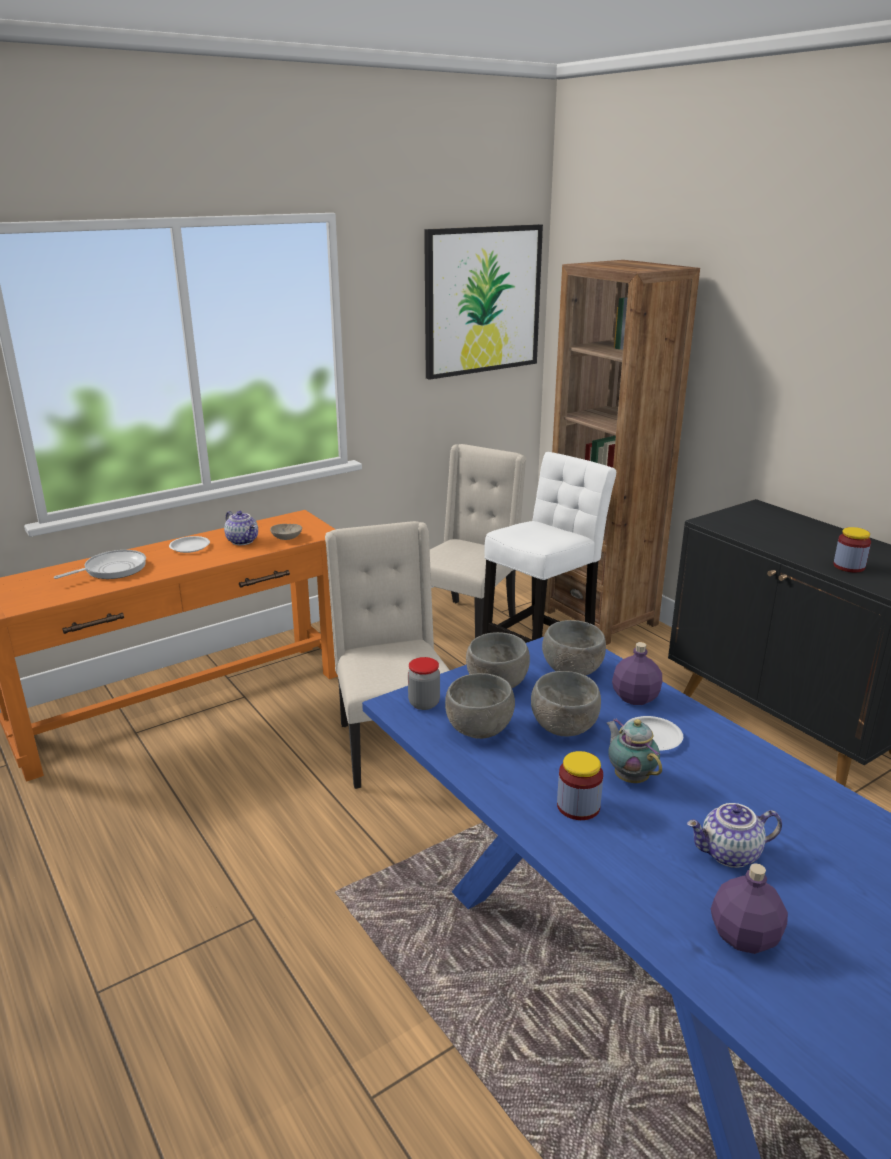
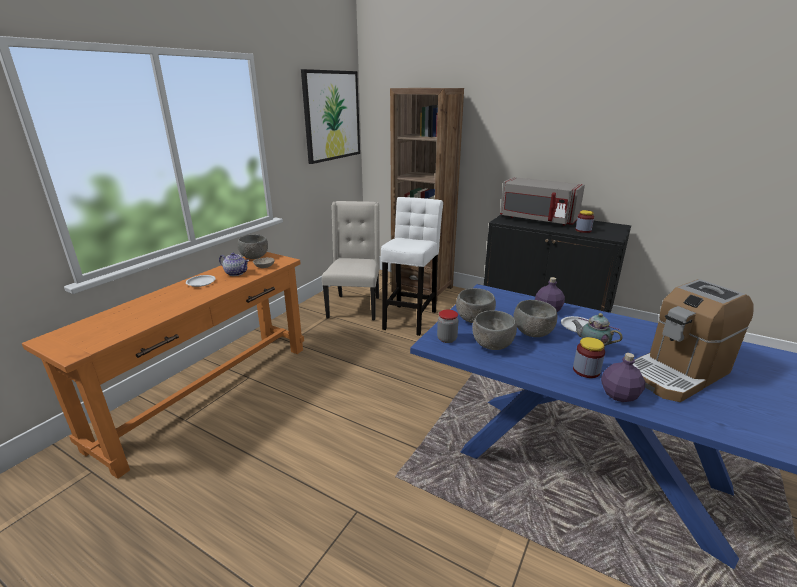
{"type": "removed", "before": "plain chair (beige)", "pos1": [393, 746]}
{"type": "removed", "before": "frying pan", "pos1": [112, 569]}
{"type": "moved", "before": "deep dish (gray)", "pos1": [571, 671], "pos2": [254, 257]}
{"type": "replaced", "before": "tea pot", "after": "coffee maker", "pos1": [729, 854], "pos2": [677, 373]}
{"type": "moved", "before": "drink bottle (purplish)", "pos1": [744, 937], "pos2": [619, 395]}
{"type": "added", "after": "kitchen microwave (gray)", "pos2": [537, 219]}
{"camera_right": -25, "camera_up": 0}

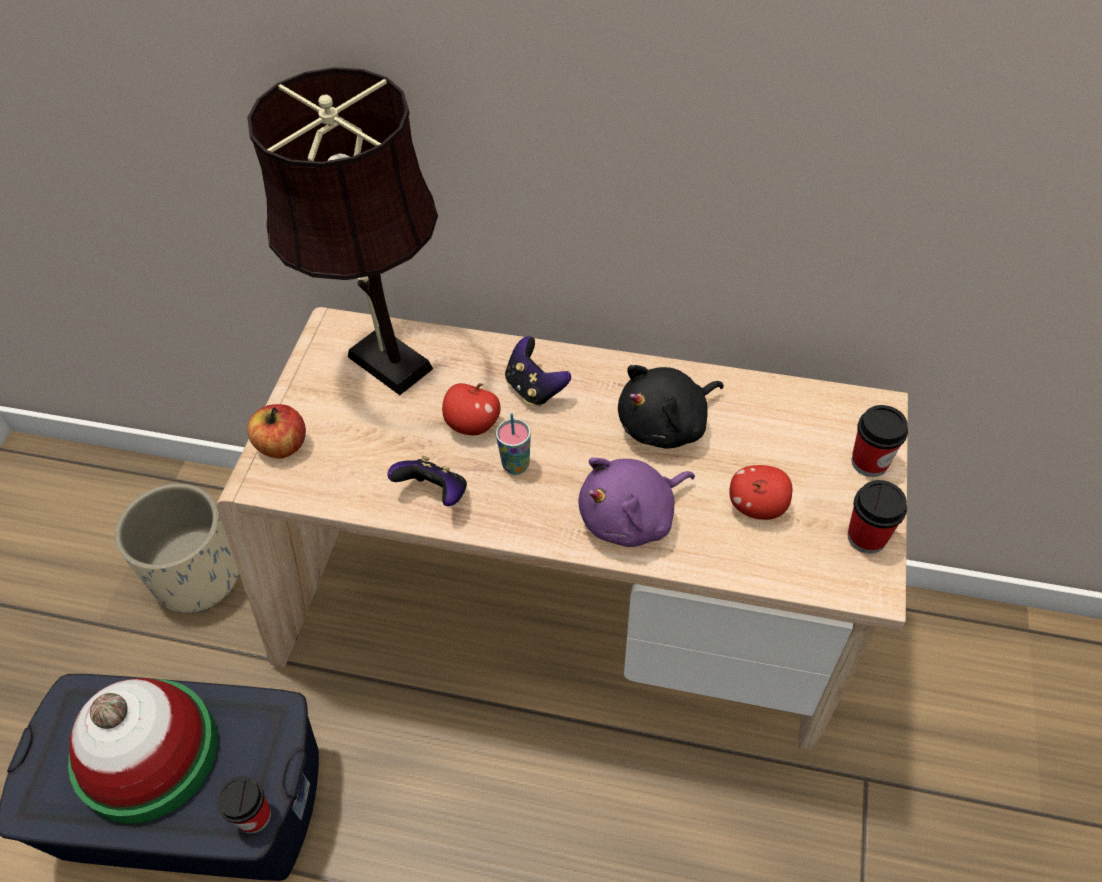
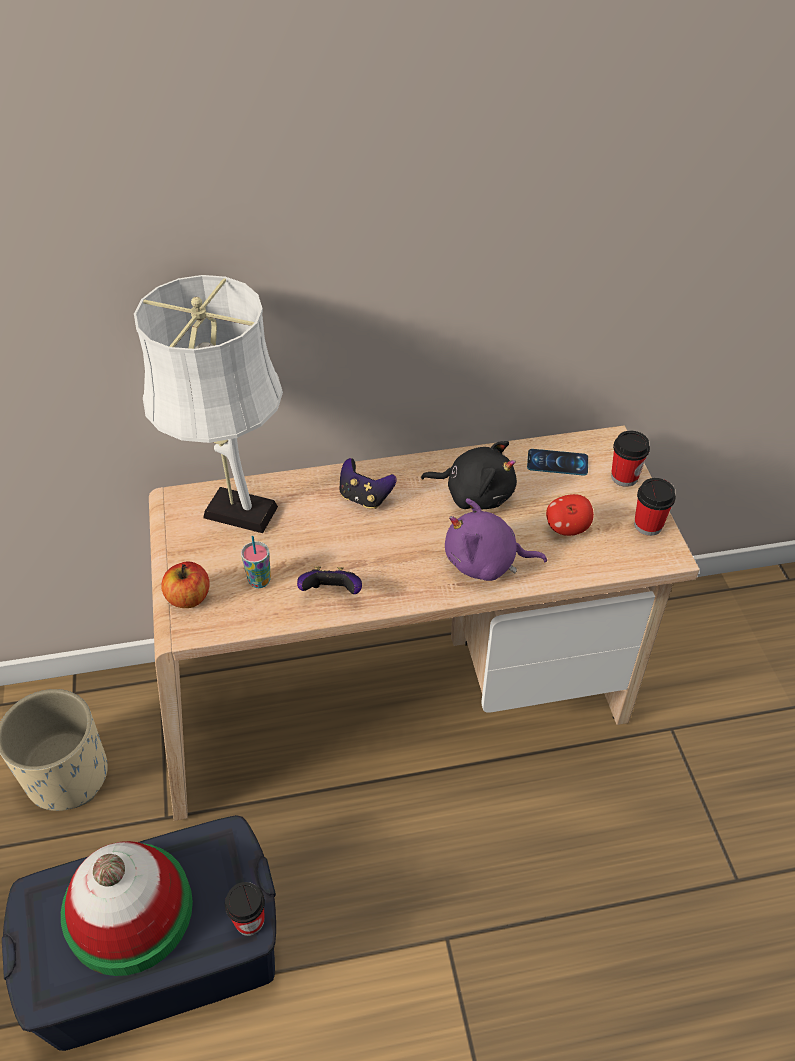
{"type": "recoloured", "before": "tabletop lamp (brownish)", "after": "tabletop lamp (white-coloured)", "pos1": [384, 358], "pos2": [234, 510]}
{"type": "turned", "before": "cuddly toy (blackish)", "pos1": [666, 424], "pos2": [475, 494], "turn": -105}
{"type": "removed", "before": "apple fruit", "pos1": [472, 425]}
{"type": "moved", "before": "cup", "pos1": [515, 465], "pos2": [259, 581]}
{"type": "turned", "before": "cuddly toy (purplish)", "pos1": [632, 517], "pos2": [486, 563], "turn": 60}
{"type": "added", "after": "phone", "pos2": [557, 463]}
{"camera_right": -25, "camera_up": -5}

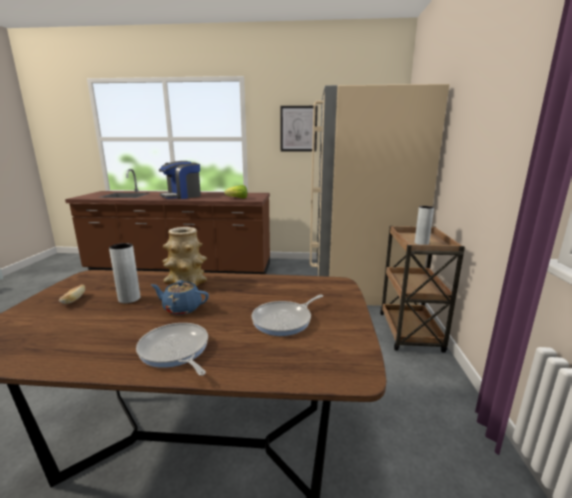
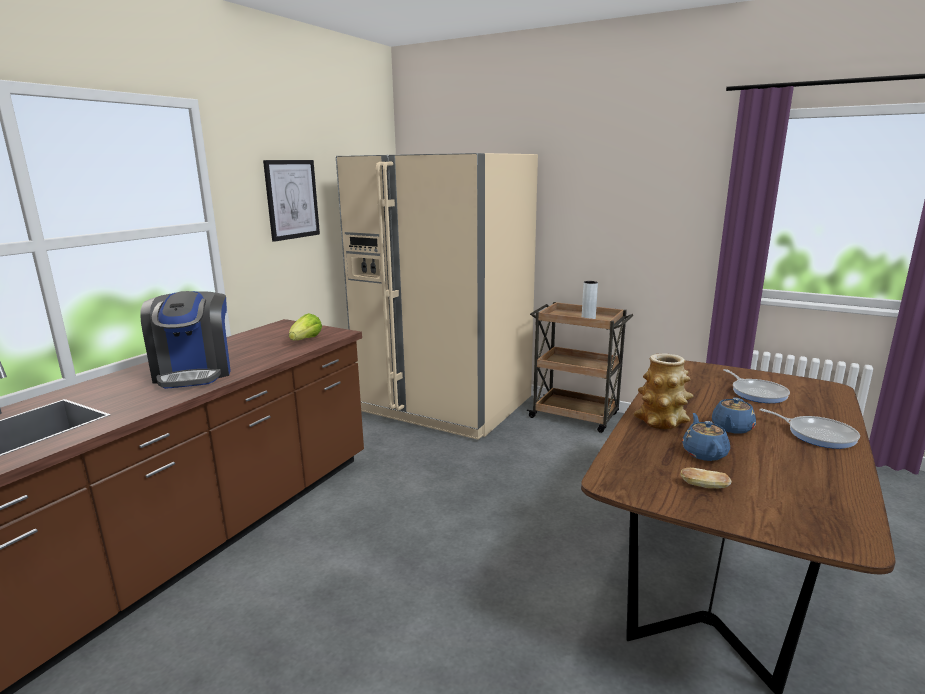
{"type": "replaced", "before": "decorative vase (gray)", "after": "tea pot (blue-coloured)", "pos1": [129, 299], "pos2": [704, 453]}
{"type": "turned", "before": "frying pan", "pos1": [175, 351], "pos2": [817, 434], "turn": -120}
{"camera_right": -65, "camera_up": 0}

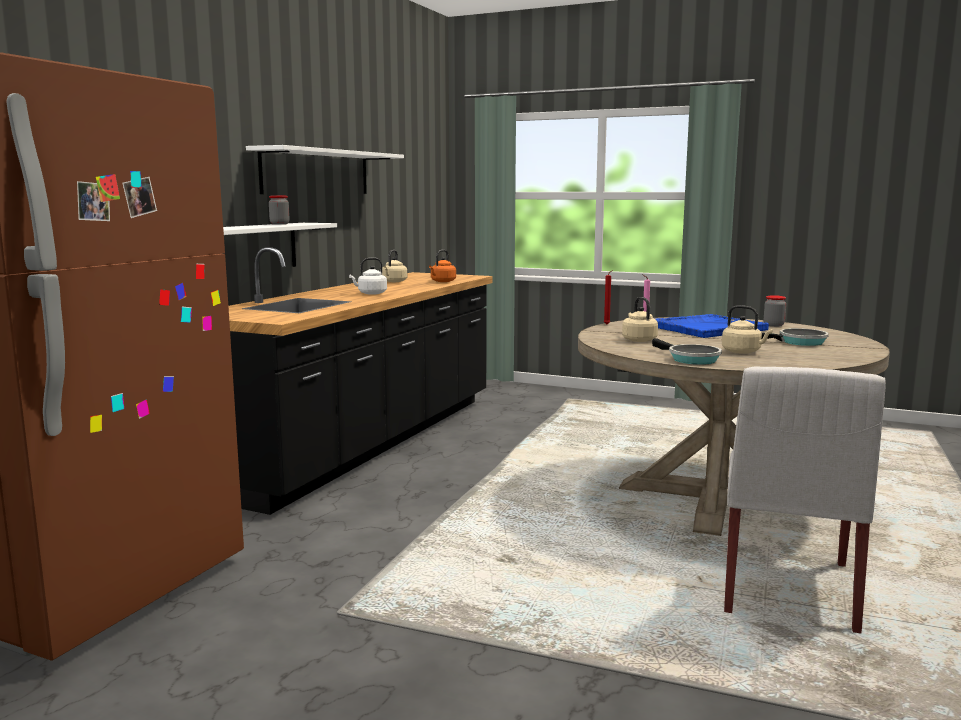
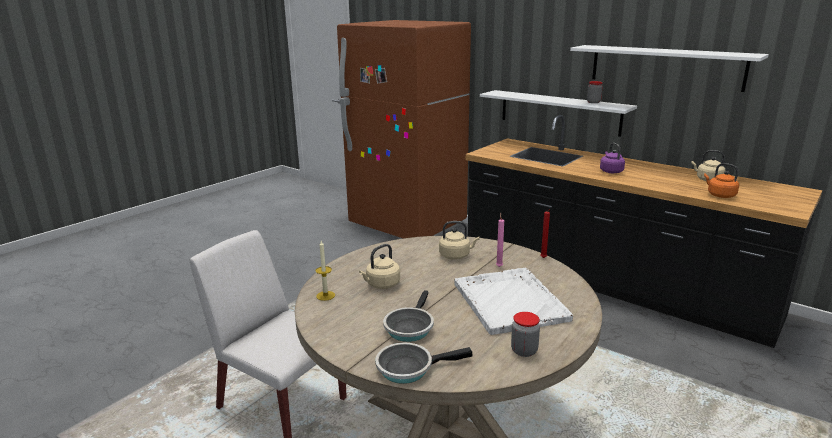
{"type": "recoloured", "before": "kettle (white-coloured)", "after": "kettle (purplish)", "pos1": [370, 293], "pos2": [610, 171]}
{"type": "recoloured", "before": "tray (blue-coloured)", "after": "tray (white-coloured)", "pos1": [707, 328], "pos2": [509, 301]}
{"type": "moved", "before": "frying pan", "pos1": [690, 359], "pos2": [409, 368]}
{"type": "added", "after": "wax candle", "pos2": [325, 295]}
{"camera_right": 105, "camera_up": 10}

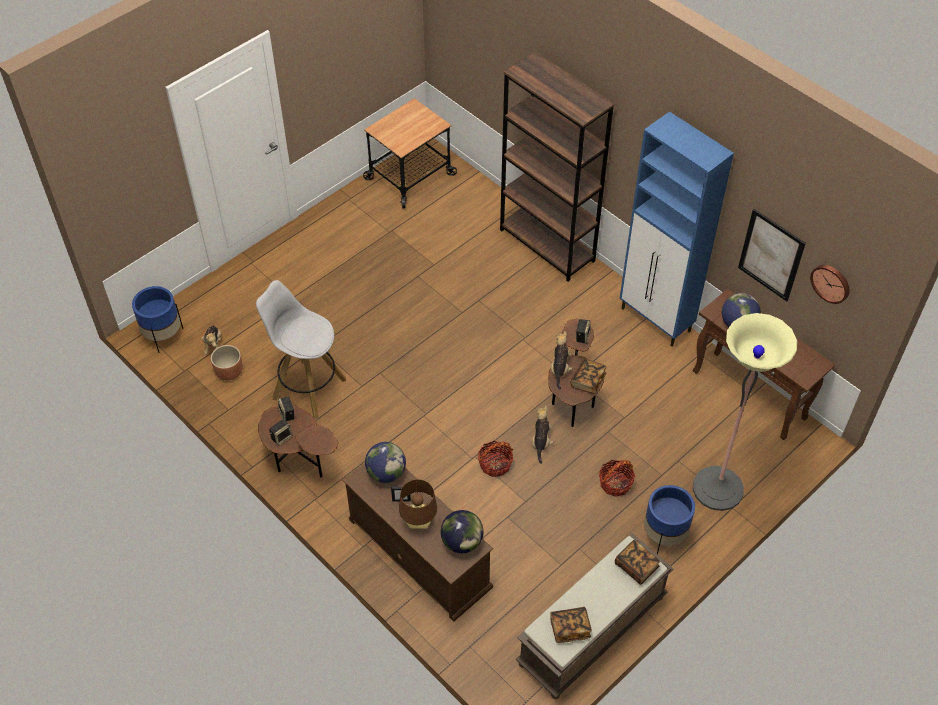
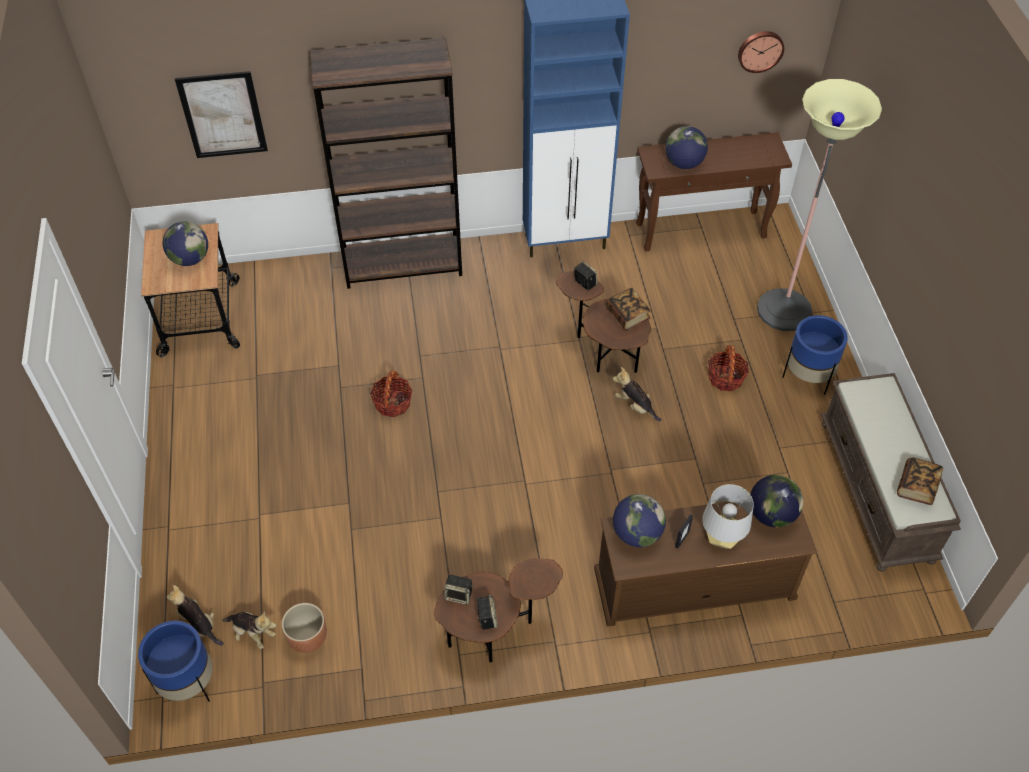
{"type": "moved", "before": "picture", "pos1": [771, 255], "pos2": [222, 115]}
{"type": "removed", "before": "sitting stool (white-coloured)", "pos1": [308, 388]}
{"type": "moved", "before": "cuddly toy", "pos1": [560, 368], "pos2": [199, 625]}
{"type": "moved", "before": "basket", "pos1": [495, 464], "pos2": [392, 403]}
{"type": "recoloured", "before": "tabletop lamp (brownish)", "after": "tabletop lamp (gray)", "pos1": [418, 522], "pos2": [721, 539]}
{"type": "removed", "before": "volume", "pos1": [636, 566]}
{"type": "added", "after": "globe", "pos2": [190, 259]}
{"camera_right": -55, "camera_up": 0}

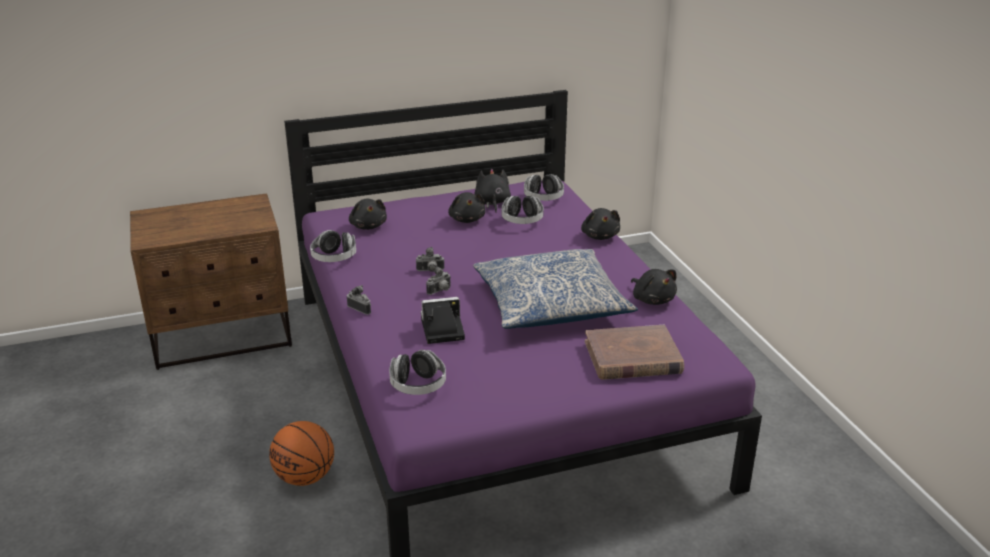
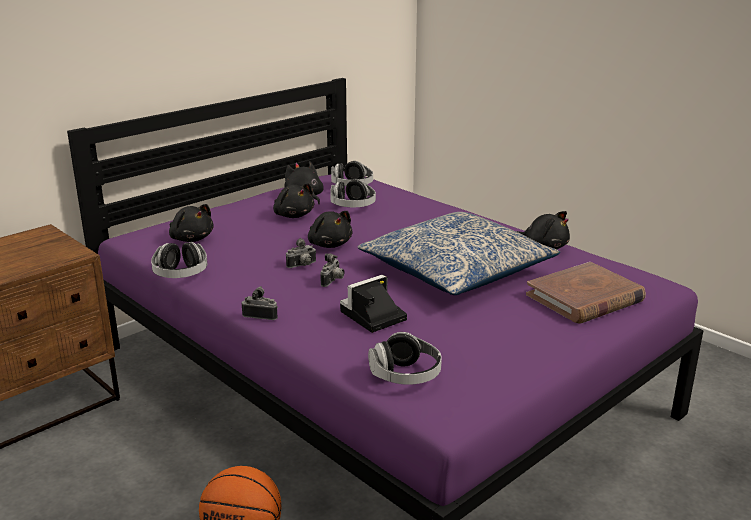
{"type": "moved", "before": "cuddly toy (blackish)", "pos1": [600, 236], "pos2": [329, 244]}
{"camera_right": -25, "camera_up": -5}

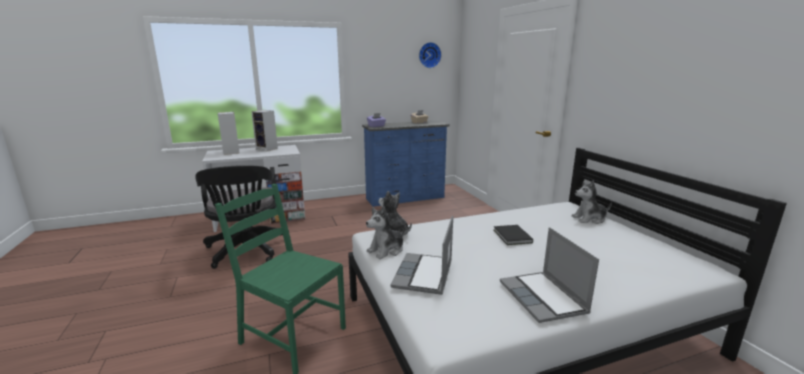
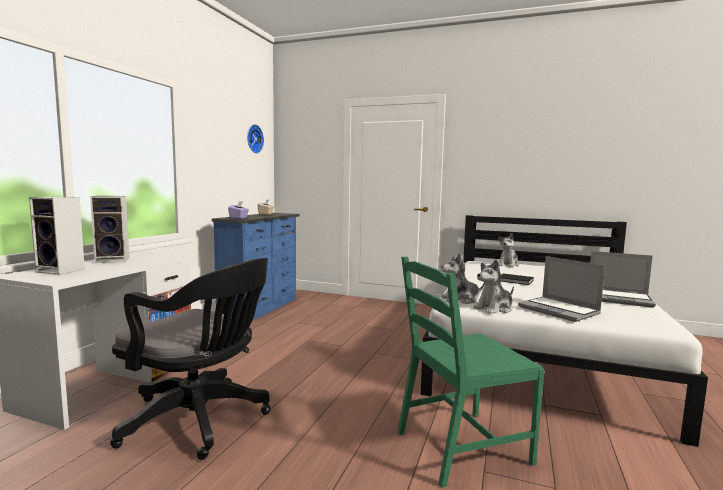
{"type": "turned", "before": "cuddly toy", "pos1": [386, 250], "pos2": [494, 309], "turn": 60}
{"camera_right": -50, "camera_up": -10}

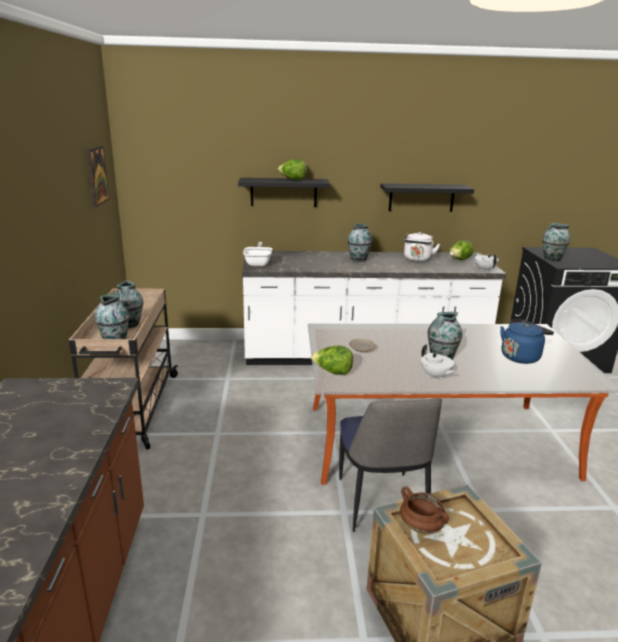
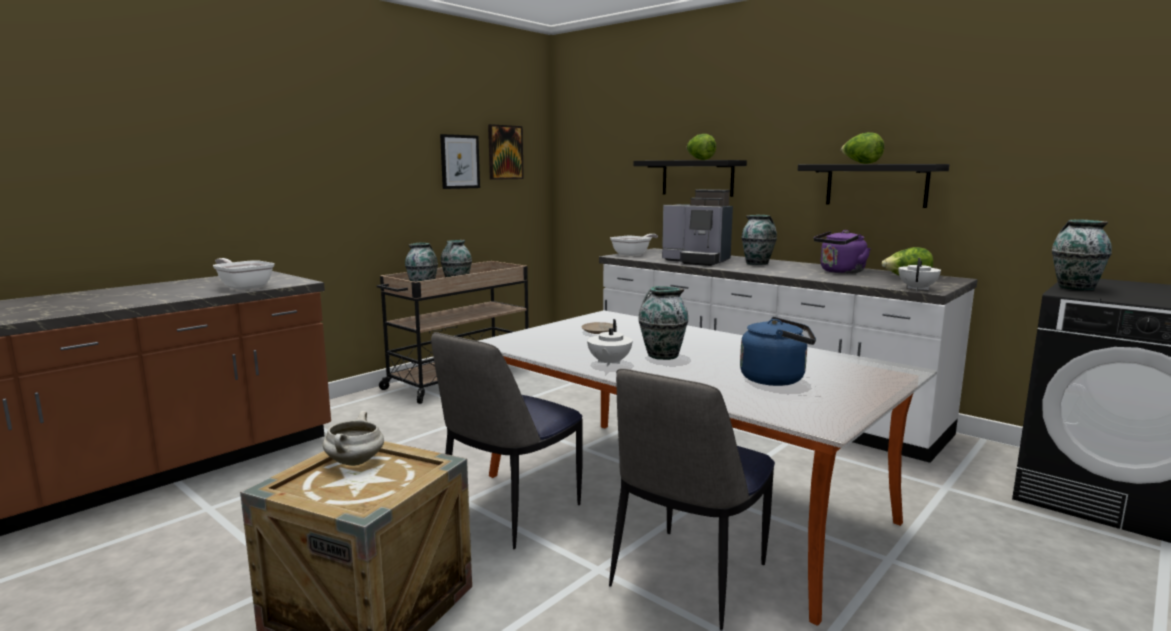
{"type": "recoloured", "before": "kettle (white-coloured)", "after": "kettle (purplish)", "pos1": [417, 259], "pos2": [840, 272]}
{"type": "moved", "before": "lettuce", "pos1": [332, 372], "pos2": [860, 163]}
{"type": "recoloured", "before": "cooking pot (brownish)", "after": "cooking pot (white-coloured)", "pos1": [422, 527], "pos2": [355, 462]}
{"type": "added", "after": "picture", "pos2": [459, 161]}
{"type": "added", "after": "coffee maker", "pos2": [697, 261]}
{"type": "added", "after": "frying pan", "pos2": [244, 287]}
{"type": "added", "after": "plain chair", "pos2": [687, 578]}
{"camera_right": 45, "camera_up": -10}

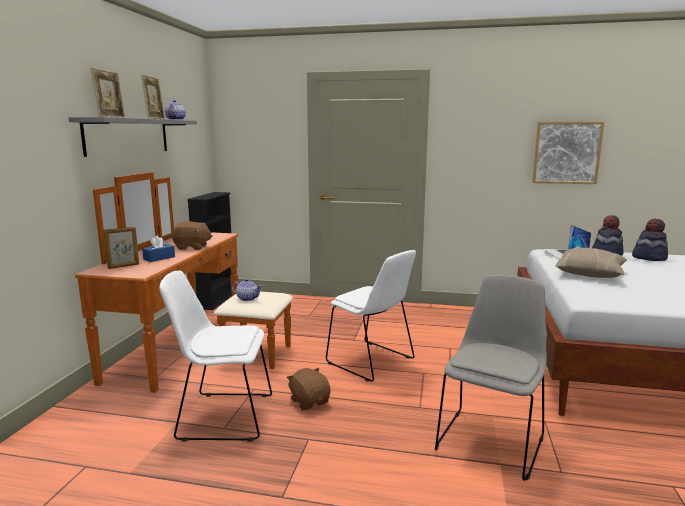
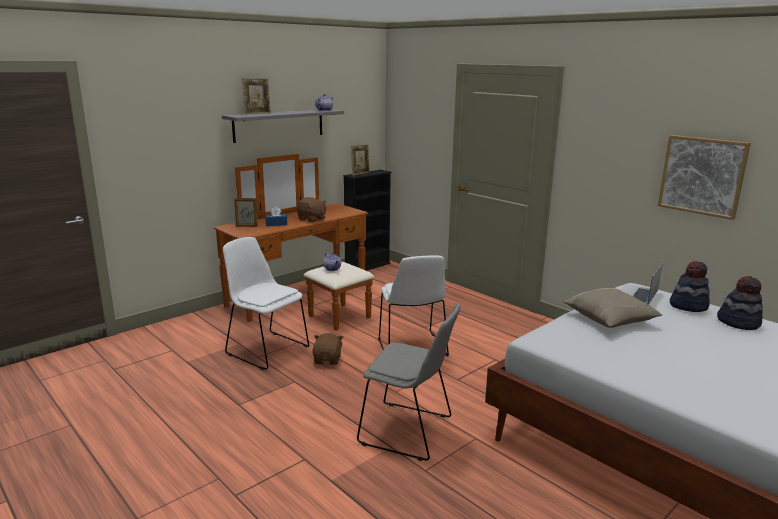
{"type": "moved", "before": "standing frame", "pos1": [155, 119], "pos2": [360, 174]}
{"type": "turned", "before": "plain chair (gray)", "pos1": [490, 440], "pos2": [409, 431], "turn": 45}
{"camera_right": 35, "camera_up": 5}

